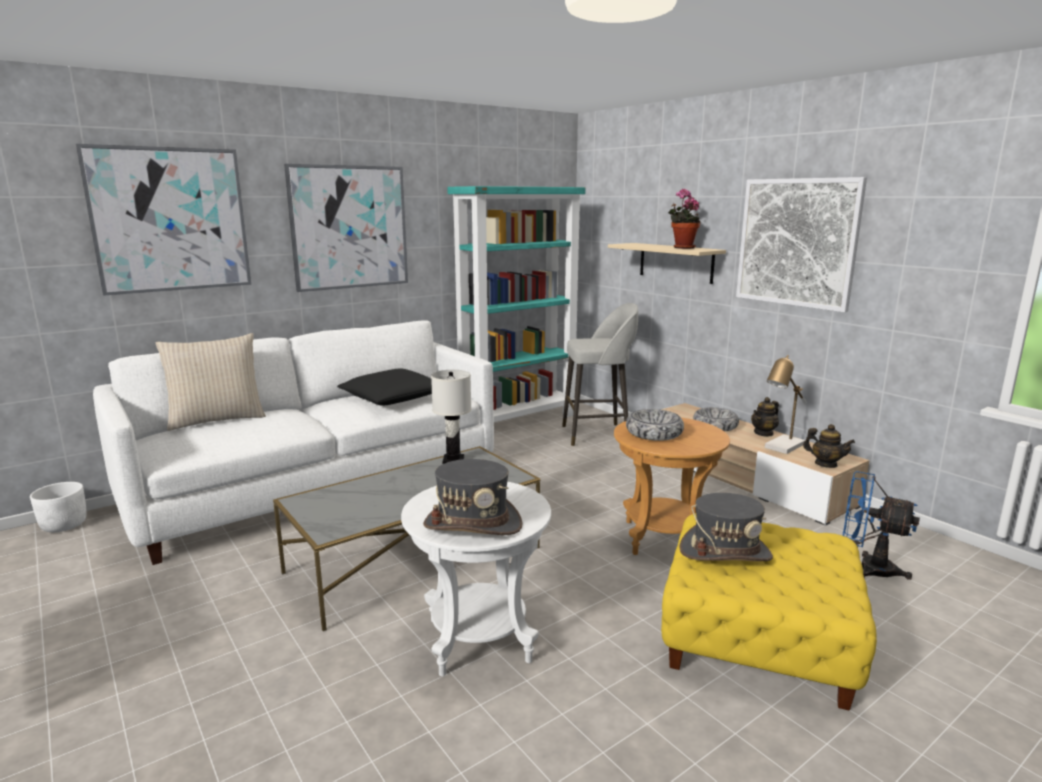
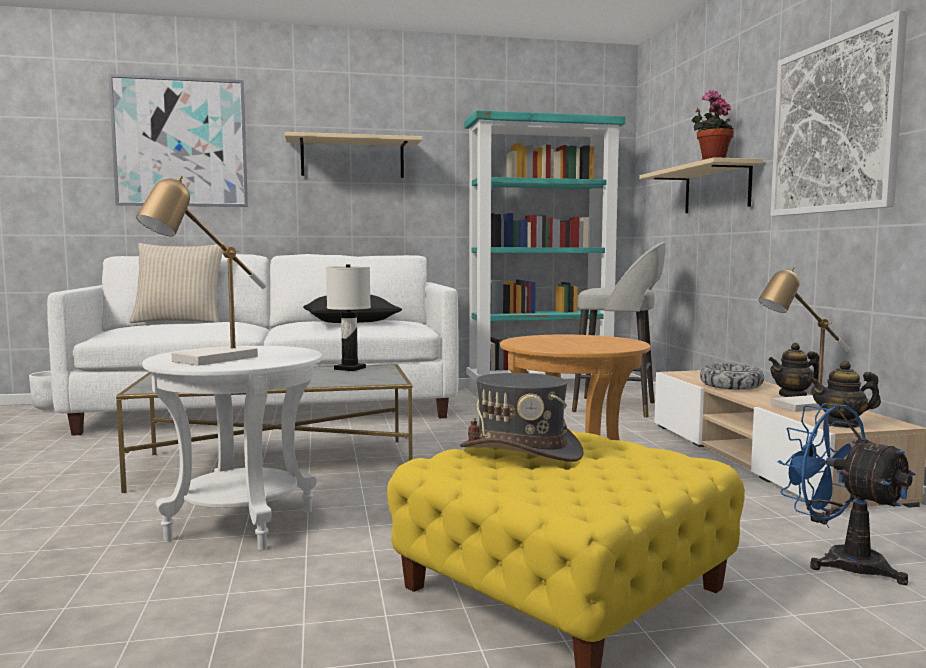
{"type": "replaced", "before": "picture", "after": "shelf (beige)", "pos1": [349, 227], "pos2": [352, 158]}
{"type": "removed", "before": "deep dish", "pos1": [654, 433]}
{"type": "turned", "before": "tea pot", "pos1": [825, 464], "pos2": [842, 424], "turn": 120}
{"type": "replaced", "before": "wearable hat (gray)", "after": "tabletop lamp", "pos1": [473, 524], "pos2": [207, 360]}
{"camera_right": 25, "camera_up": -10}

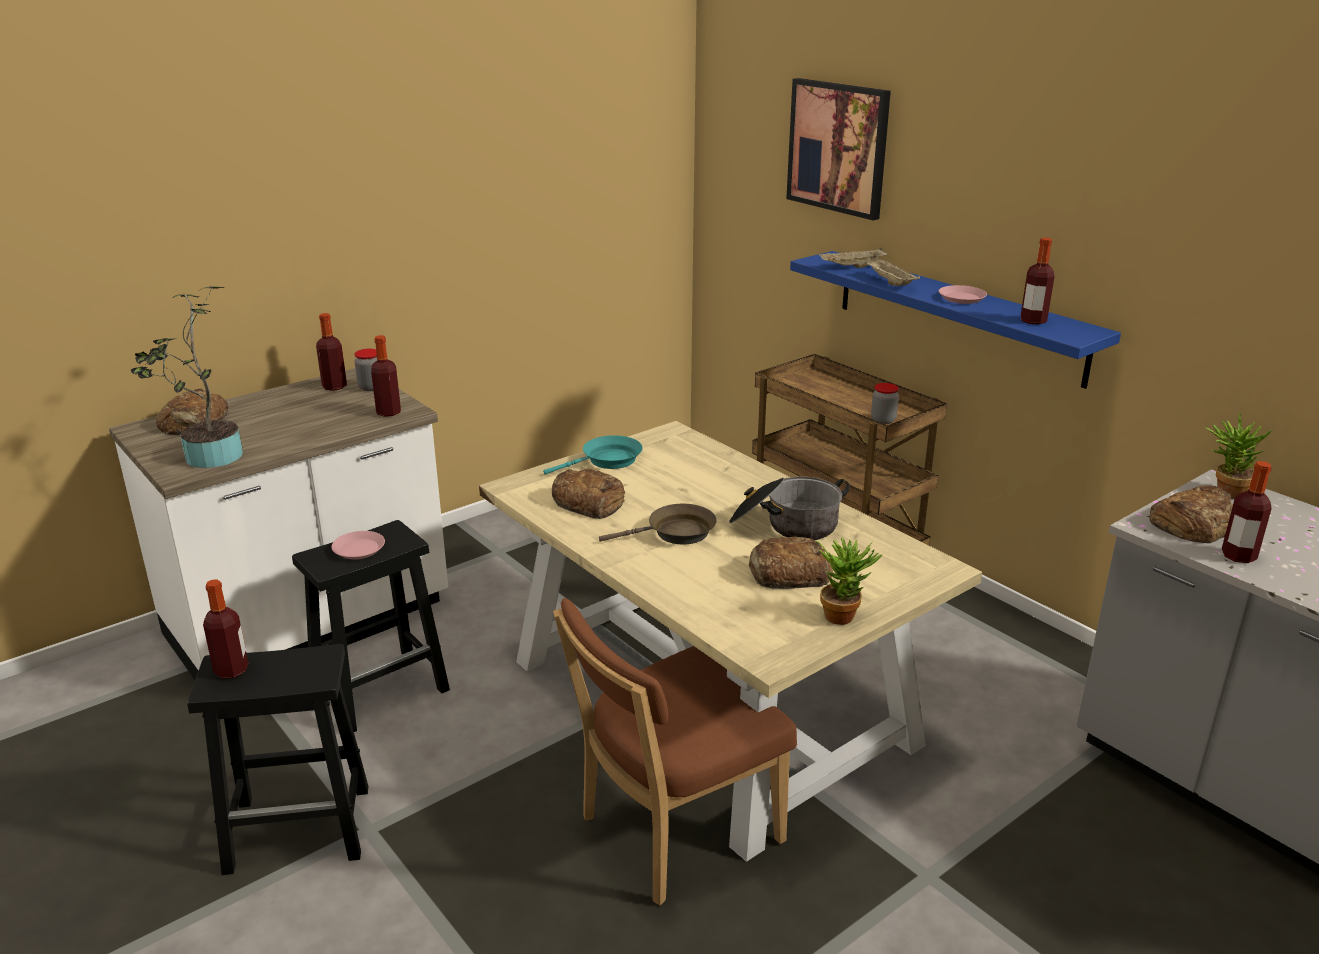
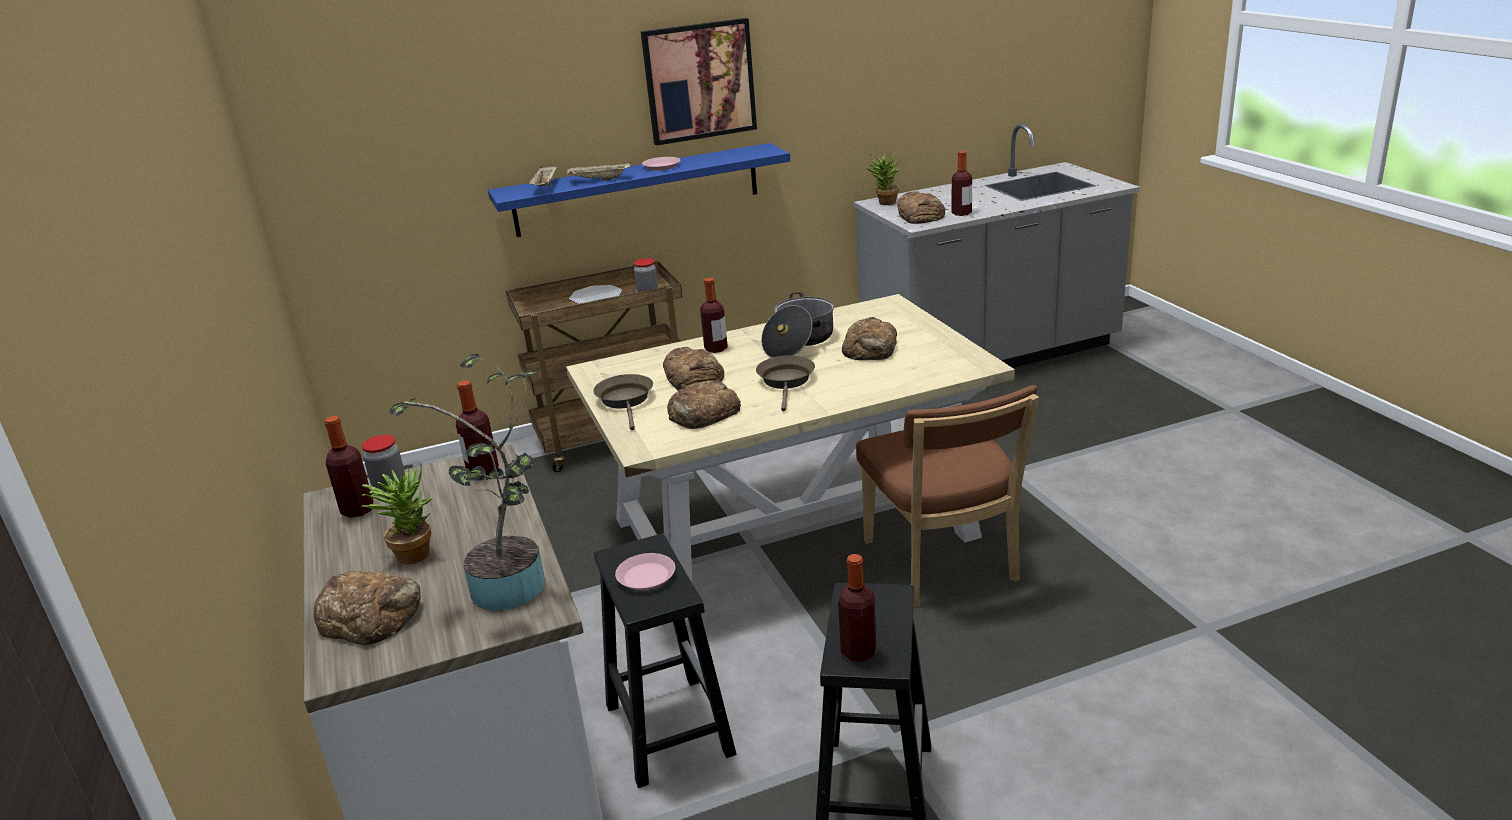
{"type": "moved", "before": "picture", "pos1": [838, 147], "pos2": [699, 81]}
{"type": "moved", "before": "drink bottle", "pos1": [1033, 321], "pos2": [716, 349]}
{"type": "recoloured", "before": "frying pan (turquoise-coloured)", "after": "frying pan (brownish)", "pos1": [607, 461], "pos2": [626, 401]}
{"type": "moved", "before": "potted plant", "pos1": [843, 614], "pos2": [413, 552]}
{"type": "added", "after": "flat dish", "pos2": [596, 297]}
{"type": "added", "after": "bread", "pos2": [693, 378]}
{"camera_right": -70, "camera_up": 0}

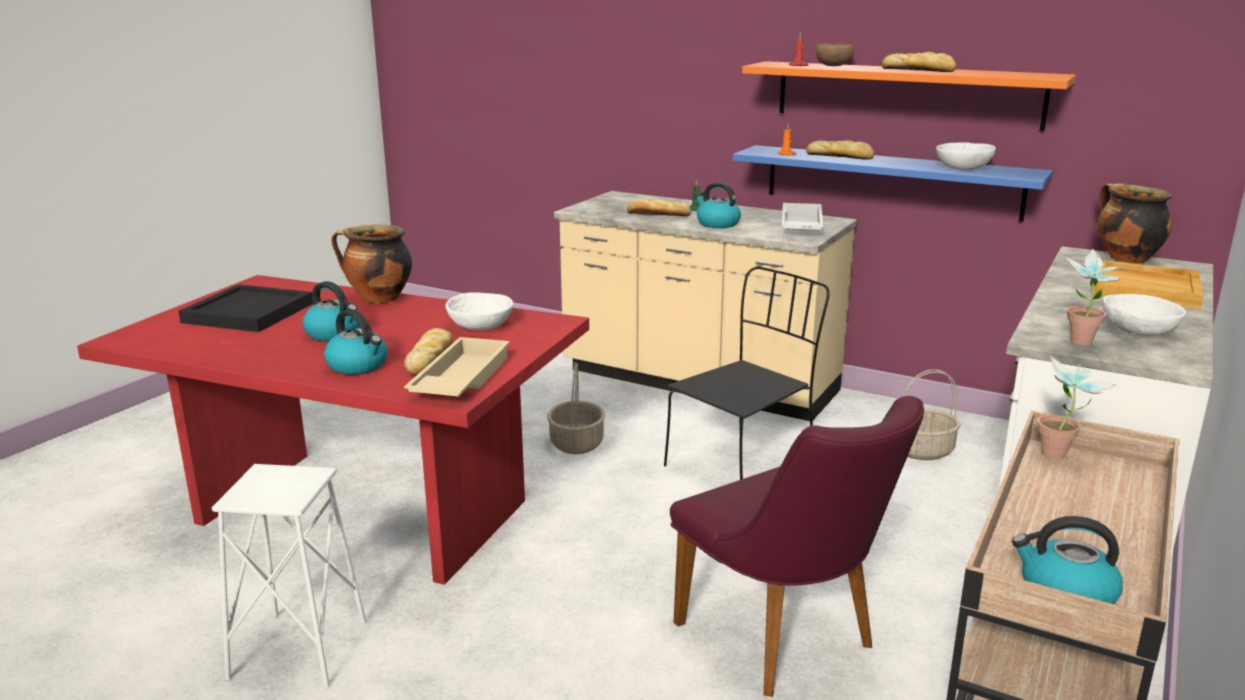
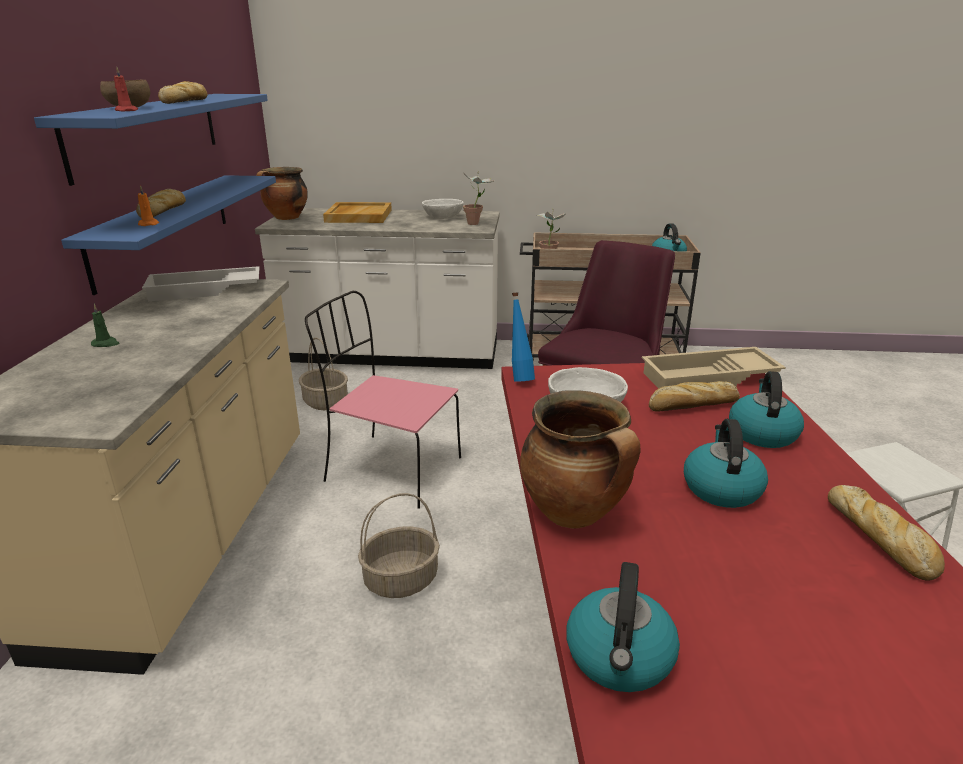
{"type": "recoloured", "before": "shelf (orange)", "after": "shelf (blue-coloured)", "pos1": [906, 94], "pos2": [148, 132]}
{"type": "removed", "before": "deep dish (white-coloured)", "pos1": [963, 168]}
{"type": "moved", "before": "kettle", "pos1": [717, 224], "pos2": [620, 657]}
{"type": "moved", "before": "bread", "pos1": [657, 214], "pos2": [880, 538]}
{"type": "recoloured", "before": "plain chair (blackish)", "after": "plain chair (pinkish)", "pos1": [743, 464], "pos2": [390, 469]}
{"type": "removed", "before": "tray (blackish)", "pos1": [248, 312]}
{"type": "added", "after": "drink bottle (blue-coloured)", "pos2": [519, 378]}
{"camera_right": -115, "camera_up": 5}

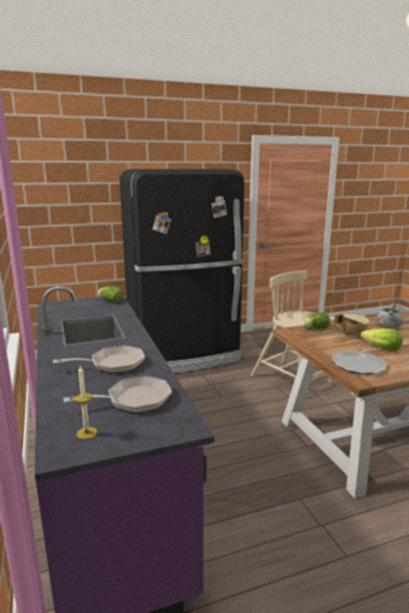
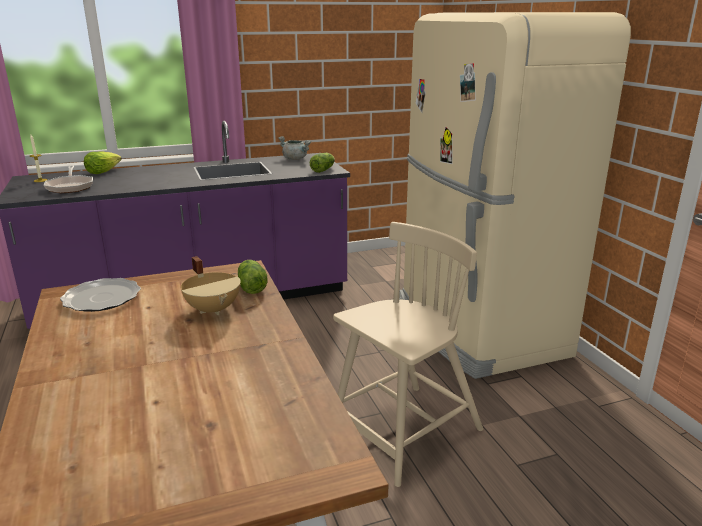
{"type": "recoloured", "before": "fridge (blackish)", "after": "fridge (beige)", "pos1": [184, 355], "pos2": [477, 329]}
{"type": "moved", "before": "cooking pot (gray)", "pos1": [388, 326], "pos2": [295, 159]}
{"type": "moved", "before": "lettuce", "pos1": [381, 348], "pos2": [102, 172]}
{"type": "removed", "before": "frying pan", "pos1": [112, 364]}
{"camera_right": 90, "camera_up": 5}

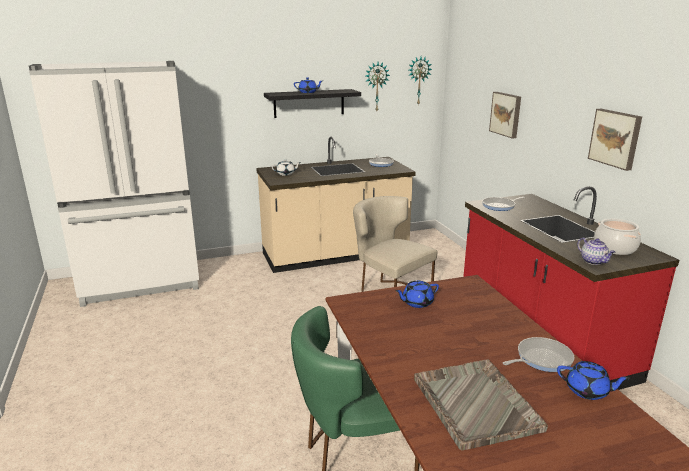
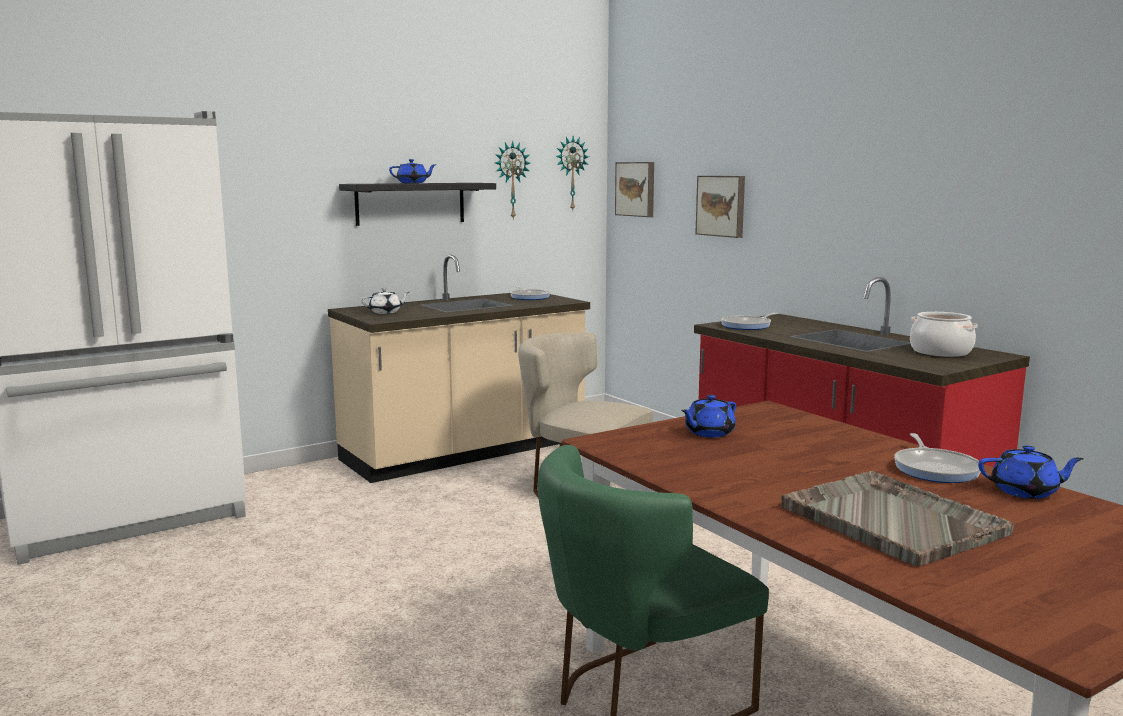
{"type": "moved", "before": "picture", "pos1": [615, 138], "pos2": [636, 189]}
{"type": "removed", "before": "tea pot", "pos1": [594, 261]}
{"type": "turned", "before": "frying pan", "pos1": [541, 358], "pos2": [935, 469], "turn": 135}
{"camera_right": -15, "camera_up": -10}

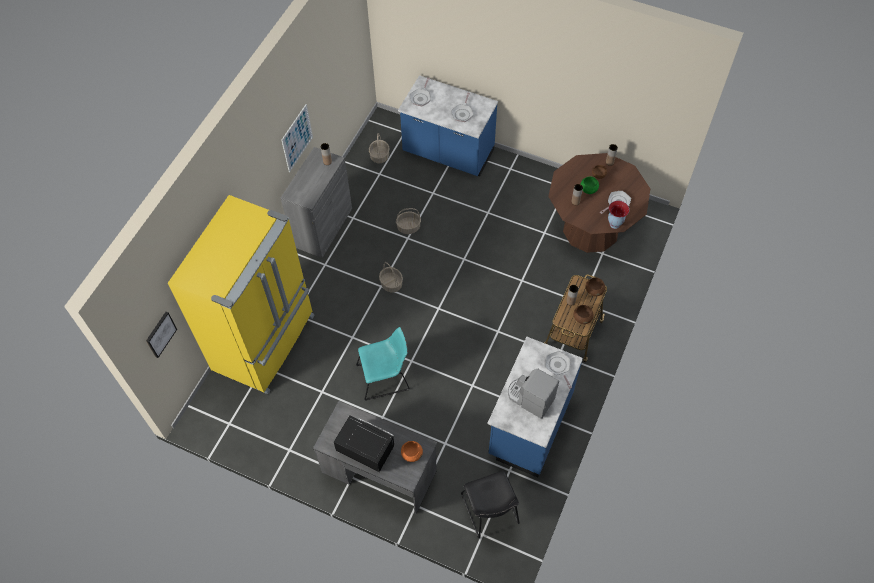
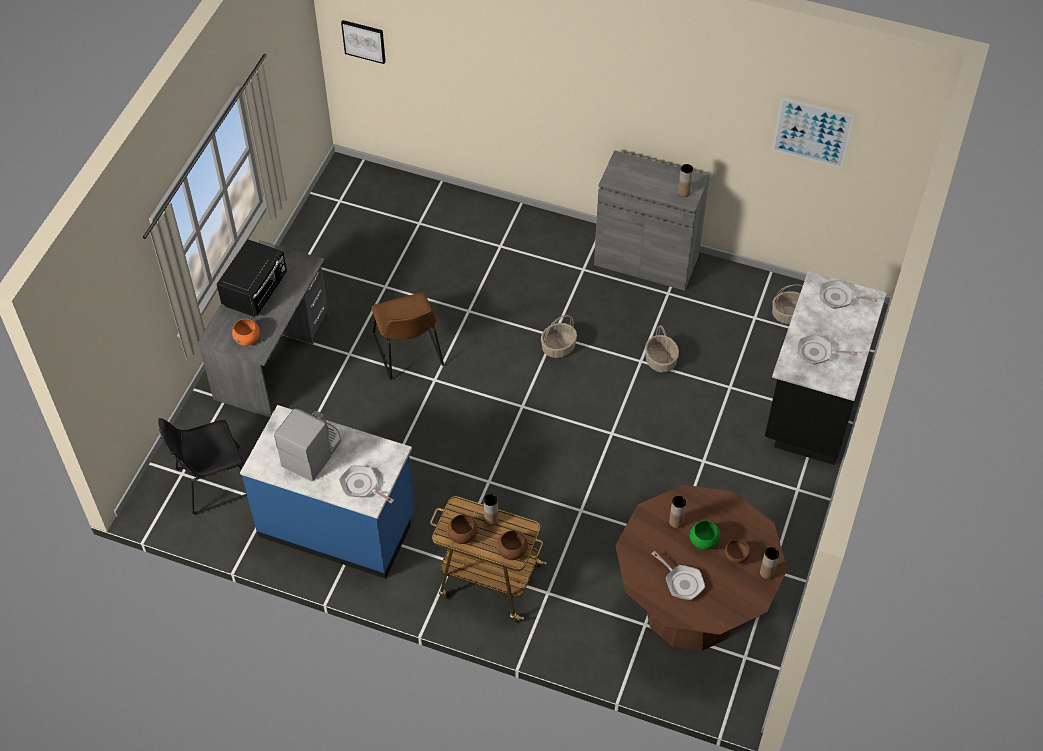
{"type": "recoloured", "before": "kitchen counter (blue-coloured)", "after": "kitchen counter (blackish)", "pos1": [448, 153], "pos2": [812, 402]}
{"type": "moved", "before": "picture", "pos1": [297, 138], "pos2": [812, 132]}
{"type": "removed", "before": "fridge (yellow-coloured)", "pos1": [266, 343]}
{"type": "removed", "before": "decorative vase", "pos1": [614, 224]}
{"type": "recoloured", "before": "plain chair (turquoise-coloured)", "after": "plain chair (brownish)", "pos1": [385, 377], "pos2": [409, 352]}
{"type": "turned", "before": "frying pan", "pos1": [558, 367], "pos2": [362, 486], "turn": -120}
{"camera_right": 85, "camera_up": -5}

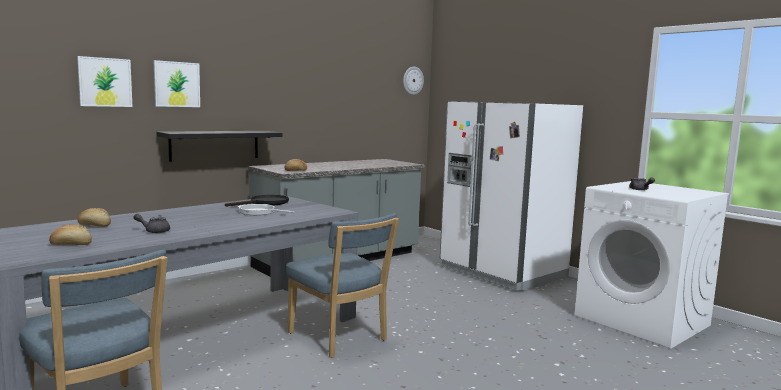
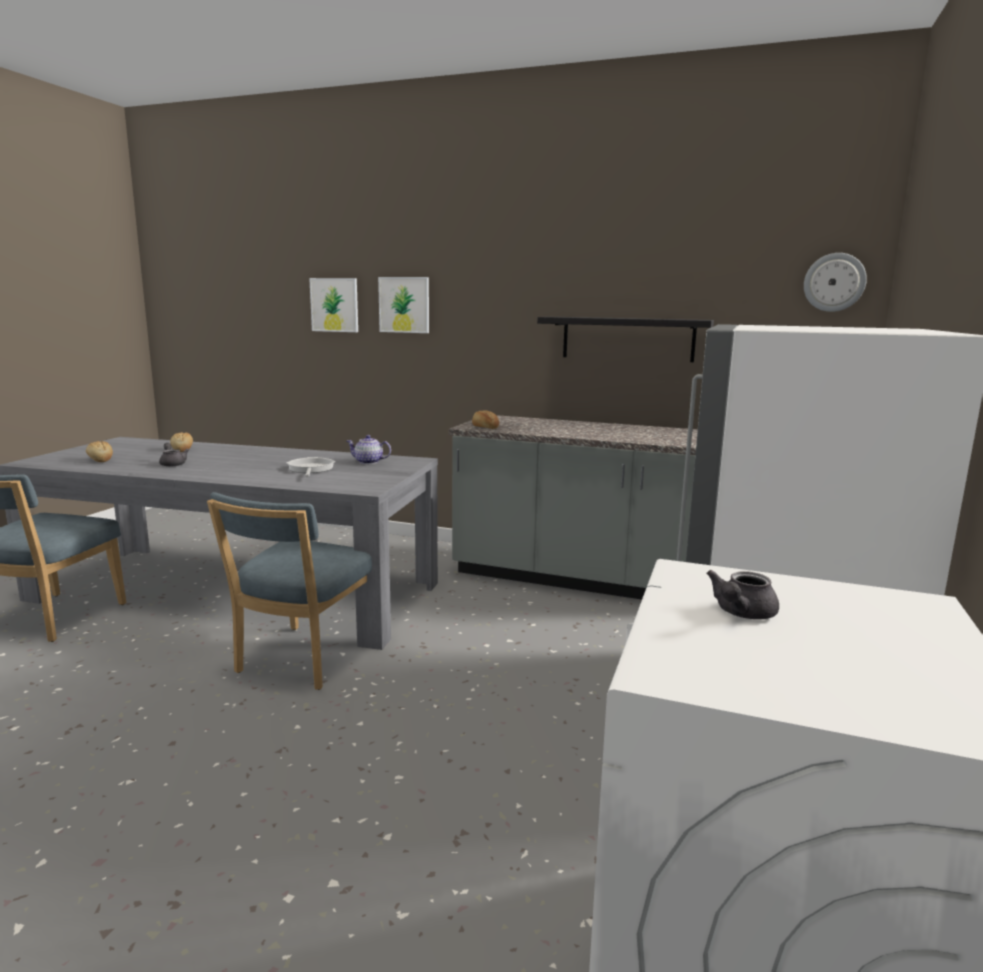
{"type": "moved", "before": "shelf (blackish)", "pos1": [215, 145], "pos2": [627, 339]}
{"type": "replaced", "before": "frying pan (blackish)", "after": "tea pot", "pos1": [265, 203], "pos2": [369, 462]}
{"camera_right": 60, "camera_up": 5}

